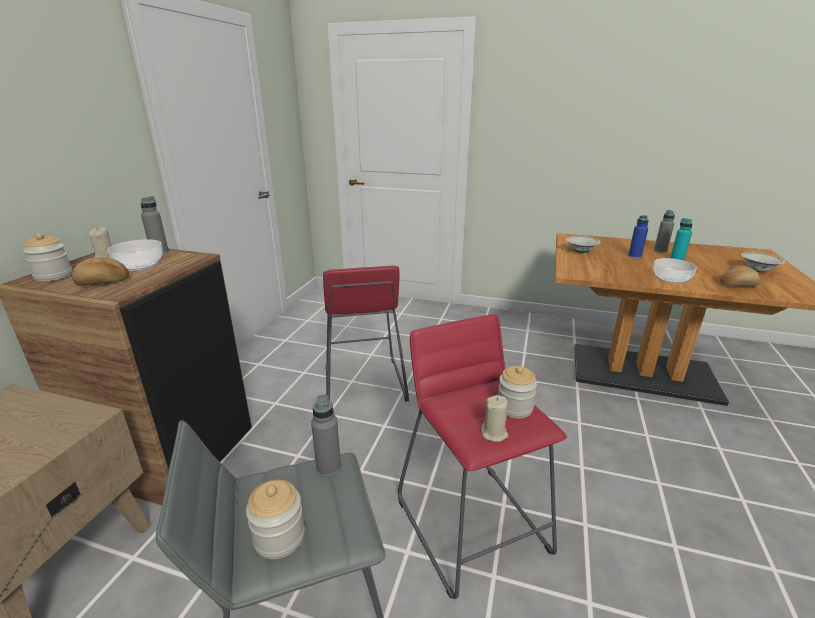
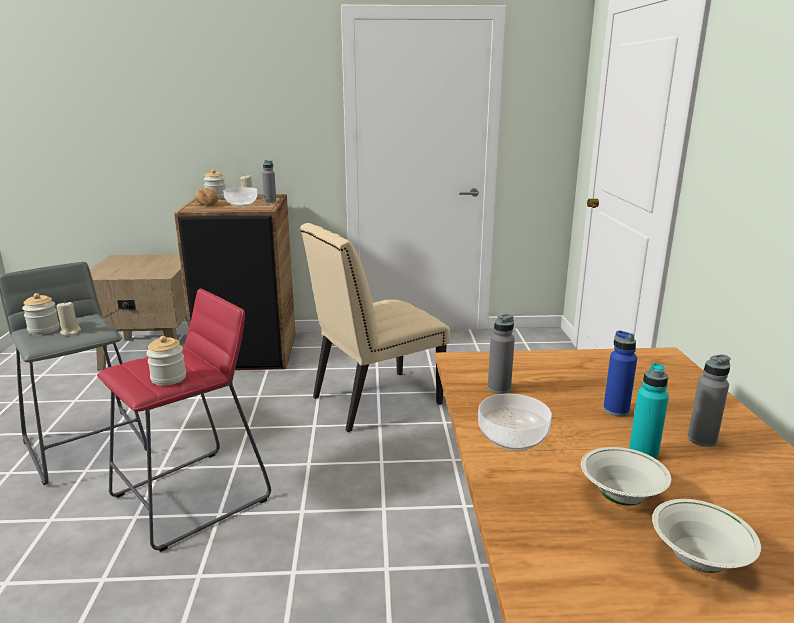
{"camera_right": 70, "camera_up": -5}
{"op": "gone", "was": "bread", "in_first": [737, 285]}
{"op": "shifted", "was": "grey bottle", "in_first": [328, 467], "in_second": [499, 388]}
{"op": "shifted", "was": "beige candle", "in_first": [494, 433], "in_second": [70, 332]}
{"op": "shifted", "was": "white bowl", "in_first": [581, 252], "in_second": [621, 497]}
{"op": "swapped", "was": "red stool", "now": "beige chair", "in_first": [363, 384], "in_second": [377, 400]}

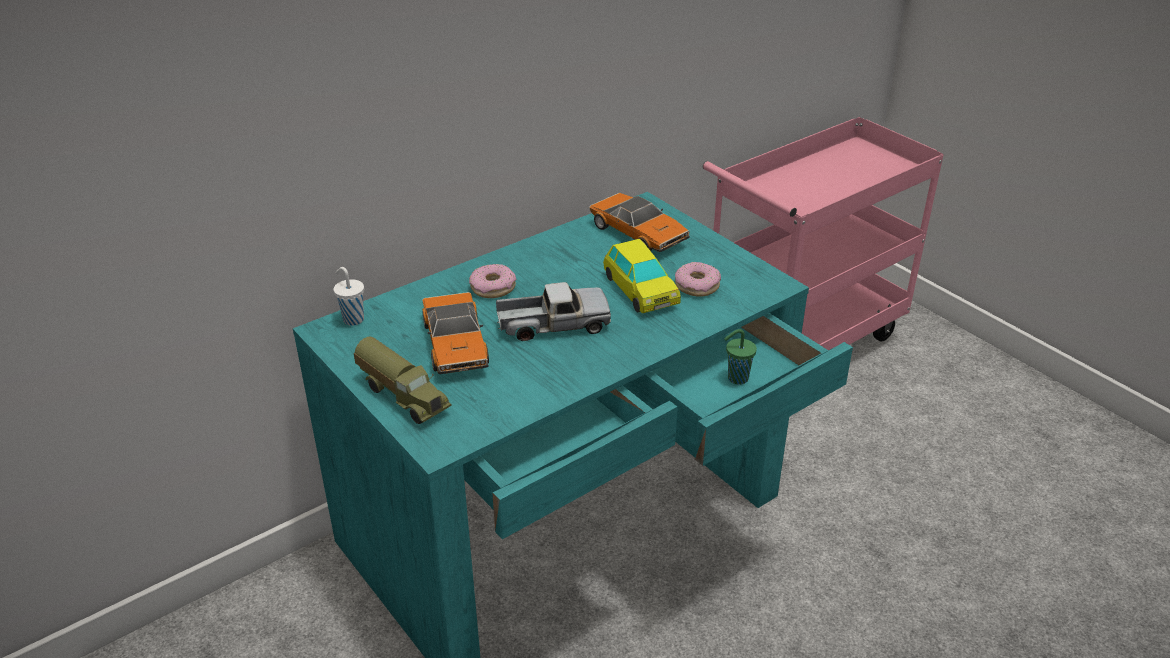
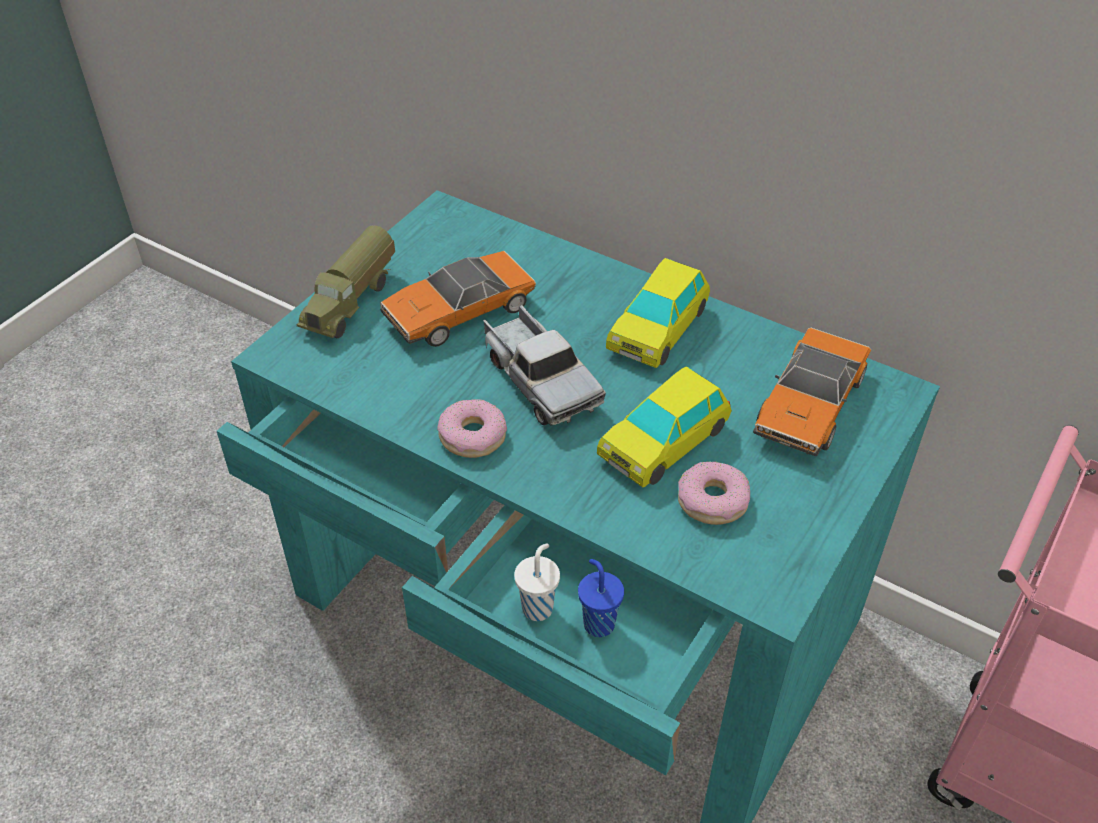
{"camera_right": 70, "camera_up": 10}
{"op": "new", "now": "toy car", "in_second": [657, 330]}
{"op": "shifted", "was": "white cup", "in_first": [352, 319], "in_second": [538, 607]}
{"op": "shifted", "was": "donut", "in_first": [493, 287], "in_second": [472, 436]}
{"op": "repainted", "was": "green cup", "now": "blue cup", "in_first": [736, 378], "in_second": [598, 622]}

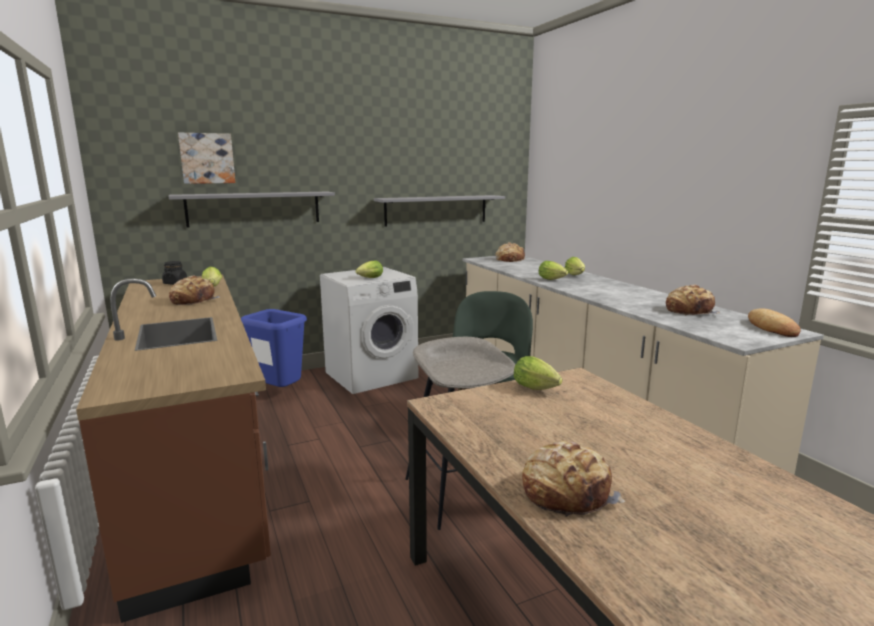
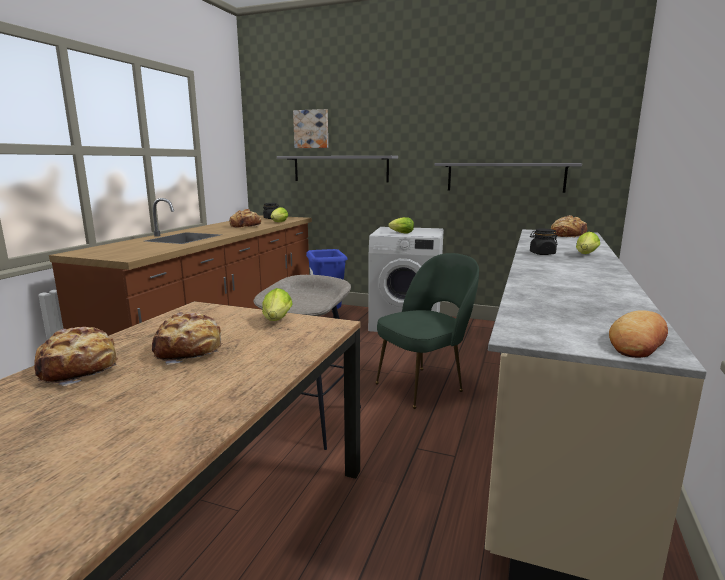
{"camera_right": 45, "camera_up": 0}
{"op": "shifted", "was": "bread", "in_first": [689, 310], "in_second": [189, 351]}
{"op": "swapped", "was": "lettuce", "now": "black jar", "in_first": [553, 280], "in_second": [542, 253]}

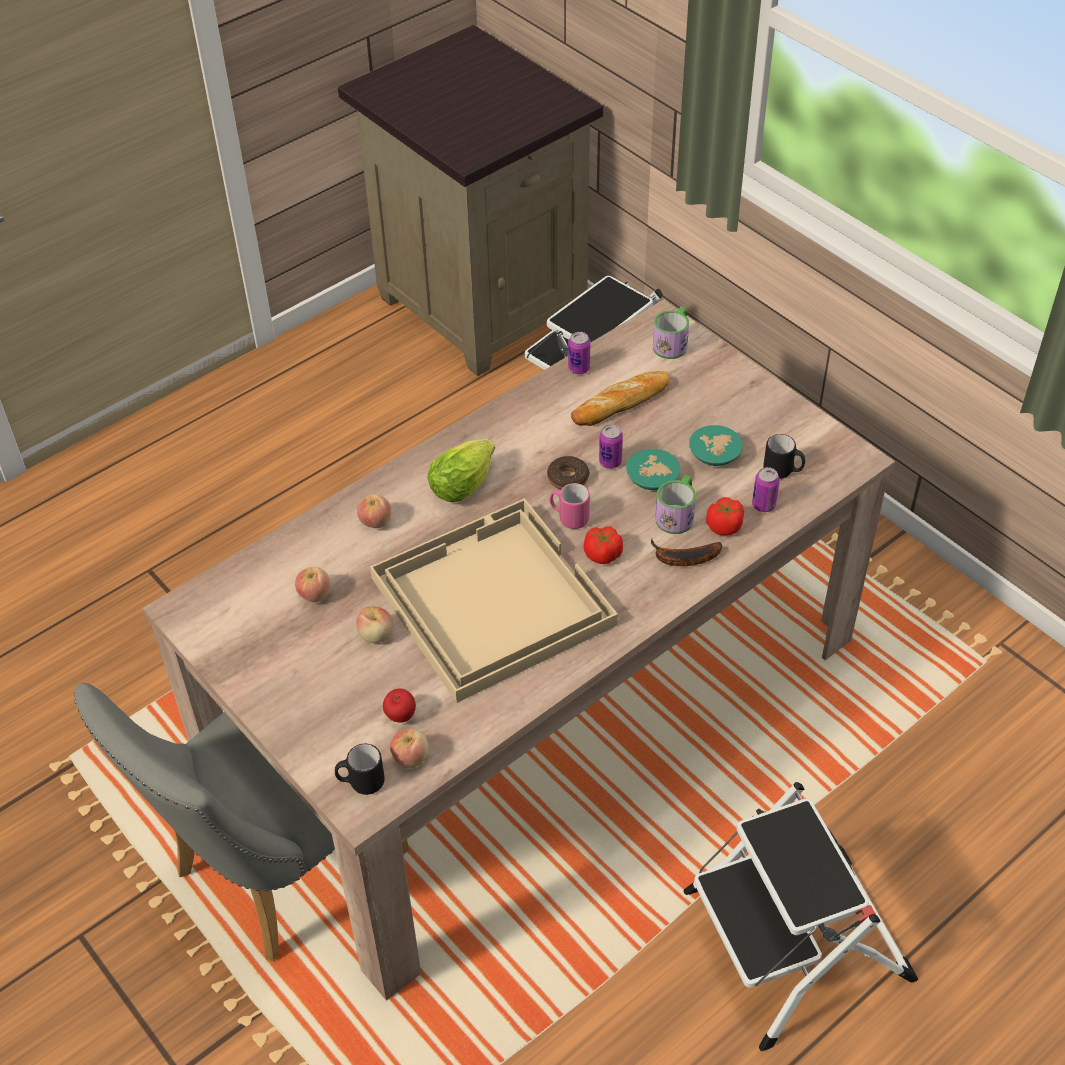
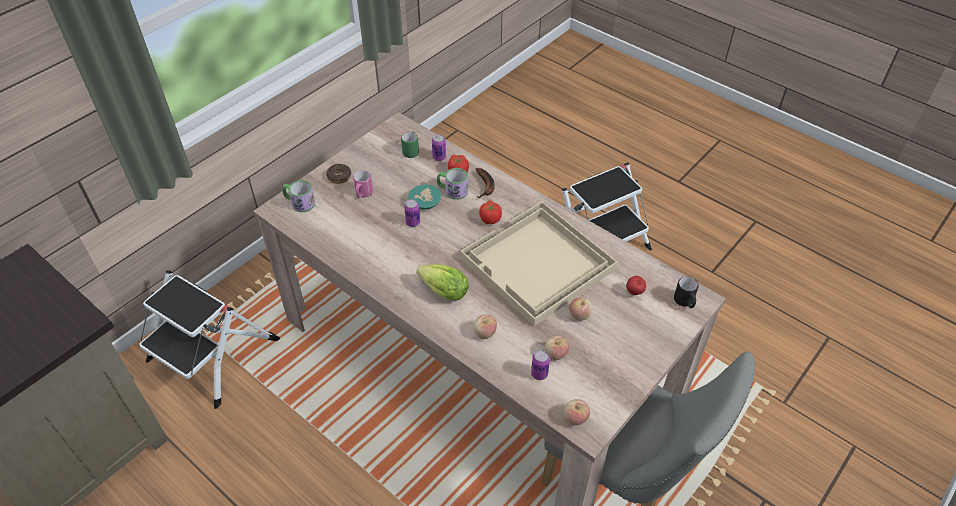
{"camera_right": -100, "camera_up": 0}
{"op": "gone", "was": "bread", "in_first": [621, 403]}
{"op": "gone", "was": "turquoise bowl", "in_first": [716, 454]}
{"op": "shifted", "was": "apple", "in_first": [410, 757], "in_second": [575, 418]}
{"op": "shifted", "was": "donut", "in_first": [568, 478], "in_second": [339, 176]}
{"op": "shifted", "was": "pink mug", "in_first": [569, 517], "in_second": [363, 194]}
{"op": "shifted", "was": "can", "in_first": [579, 368], "in_second": [539, 374]}
{"op": "repainted", "was": "black mug", "now": "green mug", "in_first": [782, 471], "in_second": [411, 151]}

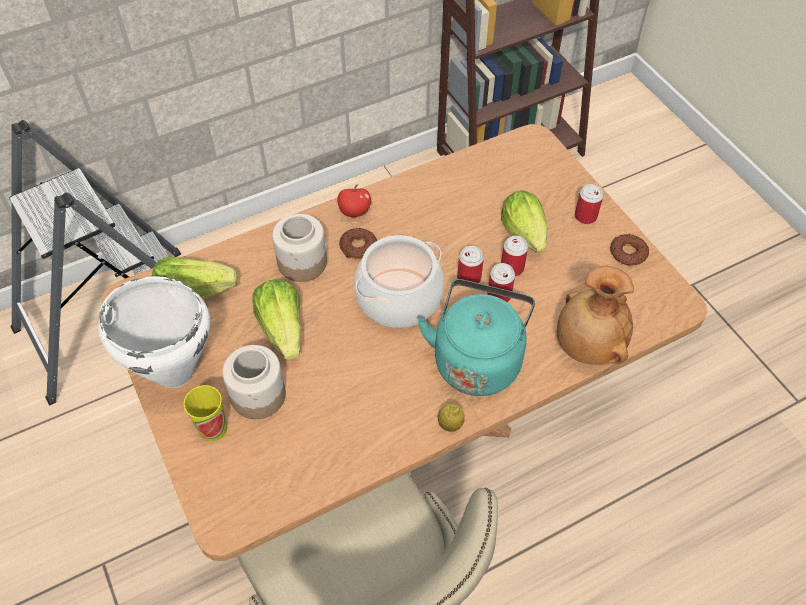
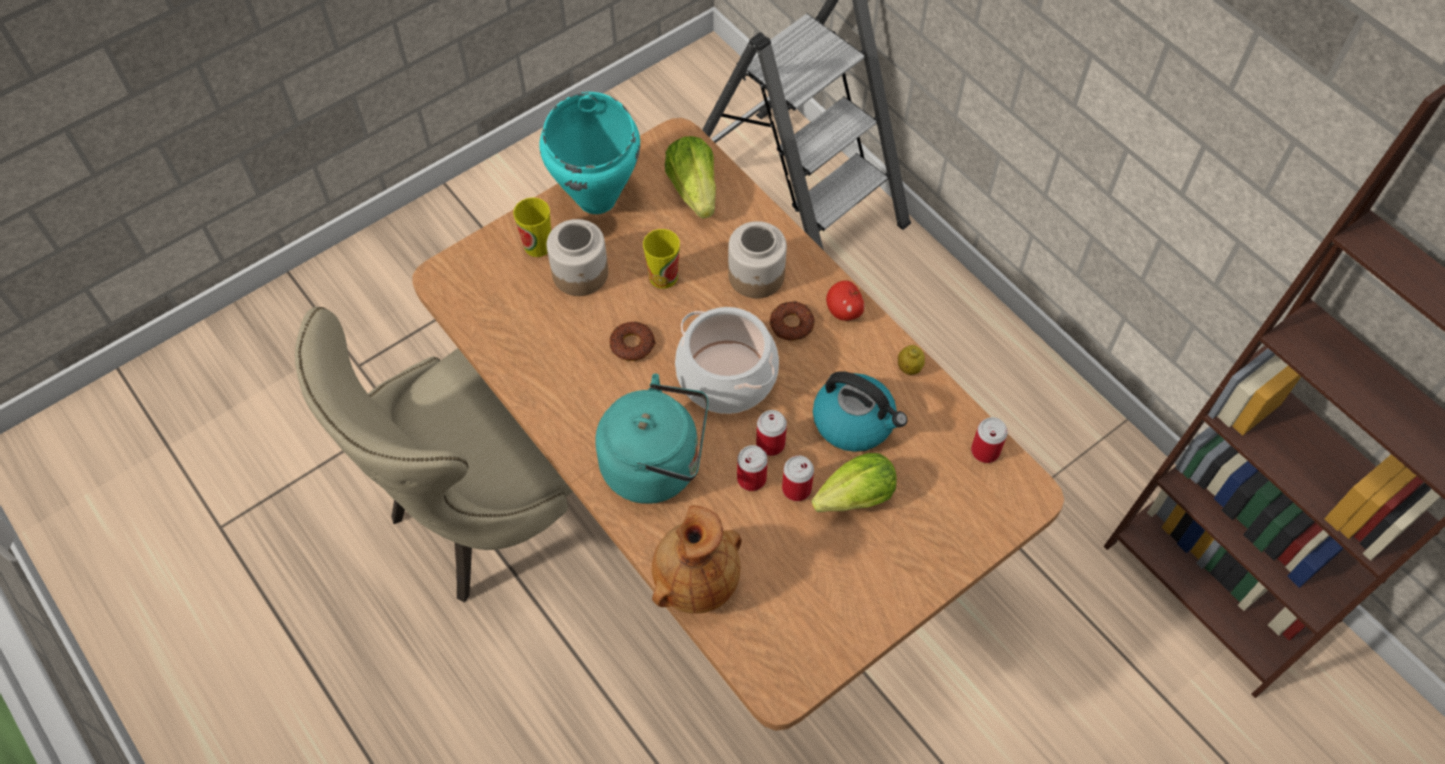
{"camera_right": 80, "camera_up": 5}
{"op": "new", "now": "kettle", "in_second": [855, 422]}
{"op": "shifted", "was": "lemon", "in_first": [450, 424], "in_second": [909, 368]}
{"op": "shifted", "was": "can", "in_first": [585, 216], "in_second": [985, 451]}
{"op": "shifted", "was": "donut", "in_first": [628, 253], "in_second": [632, 344]}
{"op": "swapped", "was": "lettuce", "now": "cup", "in_first": [282, 329], "in_second": [663, 276]}
{"op": "repainted", "was": "white cooking pot", "now": "turquoise cooking pot", "in_first": [174, 370], "in_second": [597, 198]}

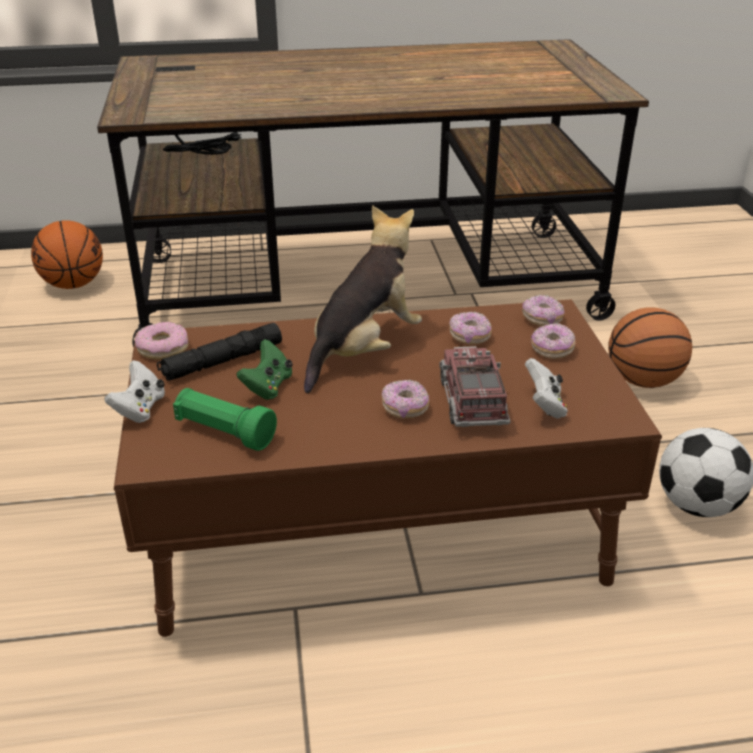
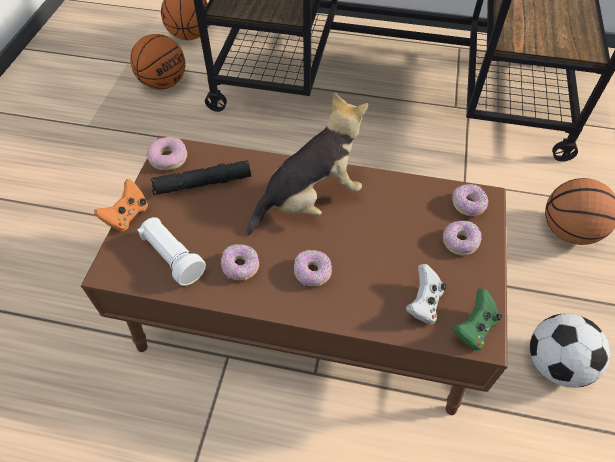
{"camera_right": 20, "camera_up": 20}
{"op": "gone", "was": "toy truck", "in_first": [472, 401]}
{"op": "new", "now": "basketball", "in_second": [163, 83]}
{"op": "shifted", "was": "green game controller", "in_first": [268, 386], "in_second": [473, 328]}
{"op": "shifted", "was": "donut", "in_first": [469, 337], "in_second": [240, 267]}
{"op": "repainted", "was": "white game controller", "now": "orange game controller", "in_first": [140, 409], "in_second": [127, 216]}
{"op": "repainted", "was": "green flashlight", "now": "white flashlight", "in_first": [224, 432], "in_second": [173, 257]}

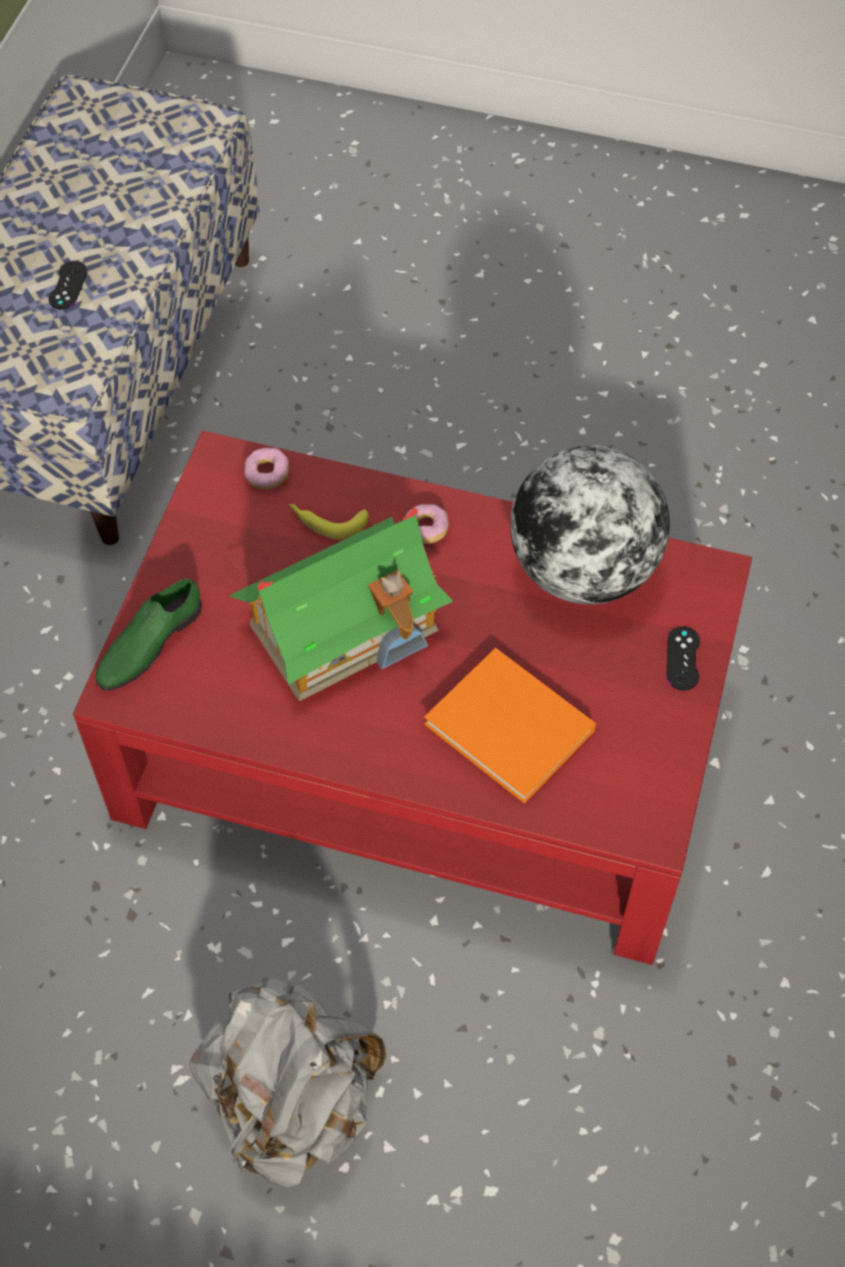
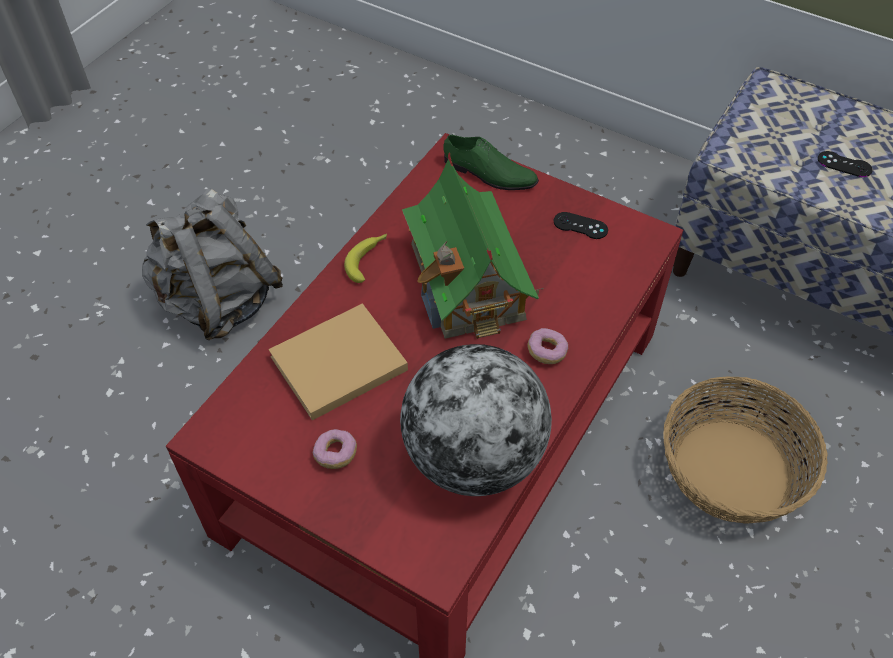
{"camera_right": 105, "camera_up": -5}
{"op": "new", "now": "basket", "in_second": [732, 471]}
{"op": "shifted", "was": "donut", "in_first": [267, 475], "in_second": [335, 454]}
{"op": "shifted", "was": "banana", "in_first": [327, 521], "in_second": [368, 260]}
{"op": "shifted", "was": "black game controller", "in_first": [683, 658], "in_second": [580, 226]}
{"op": "repainted", "was": "orange book", "now": "beige book", "in_first": [513, 730], "in_second": [335, 365]}
{"op": "rotated", "was": "green shoe", "in_first": [148, 642], "in_second": [489, 173], "clockwise": 150}

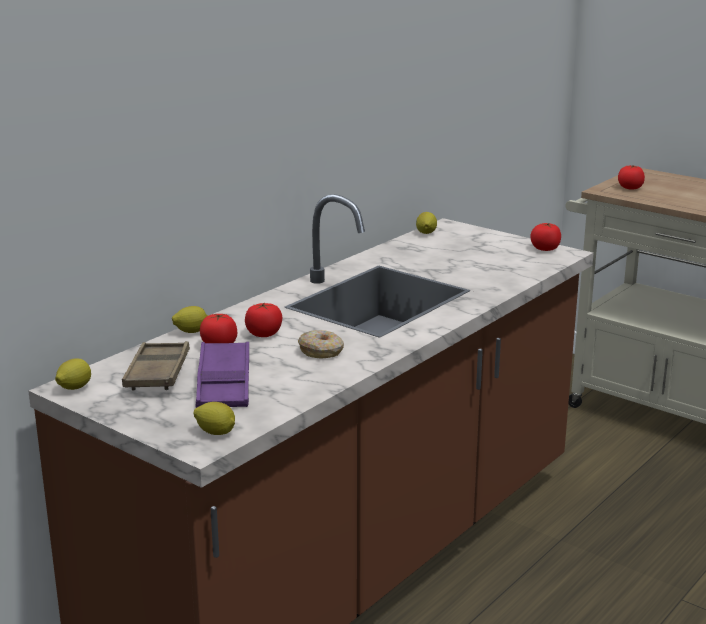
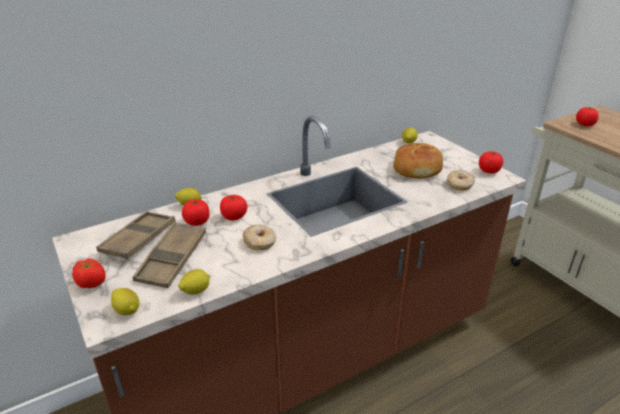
{"camera_right": 20, "camera_up": 10}
{"op": "new", "now": "tomato", "in_second": [92, 283]}
{"op": "new", "now": "bread", "in_second": [417, 168]}
{"op": "new", "now": "donut", "in_second": [459, 185]}
{"op": "shifted", "was": "lemon", "in_first": [74, 388], "in_second": [195, 291]}
{"op": "repainted", "was": "purple tray", "now": "brown tray", "in_first": [224, 383], "in_second": [172, 259]}

